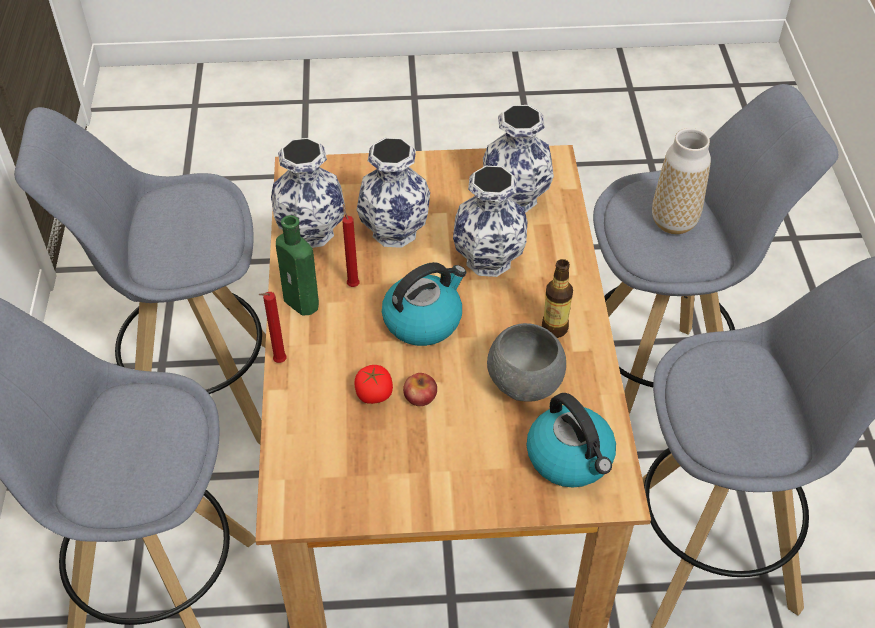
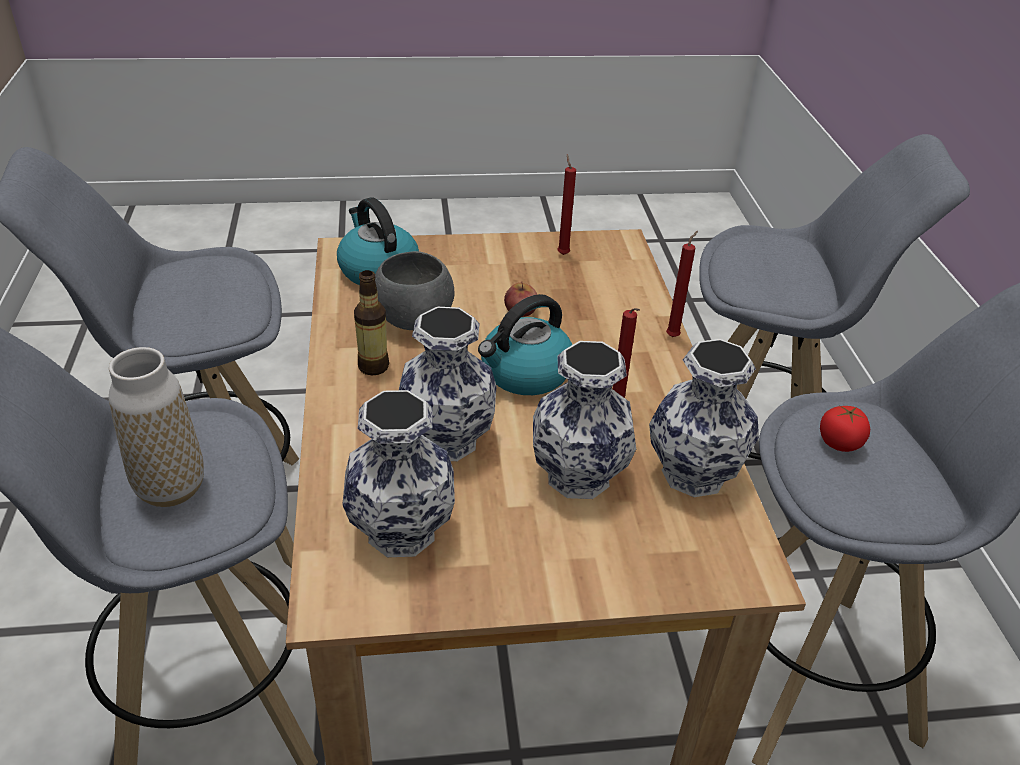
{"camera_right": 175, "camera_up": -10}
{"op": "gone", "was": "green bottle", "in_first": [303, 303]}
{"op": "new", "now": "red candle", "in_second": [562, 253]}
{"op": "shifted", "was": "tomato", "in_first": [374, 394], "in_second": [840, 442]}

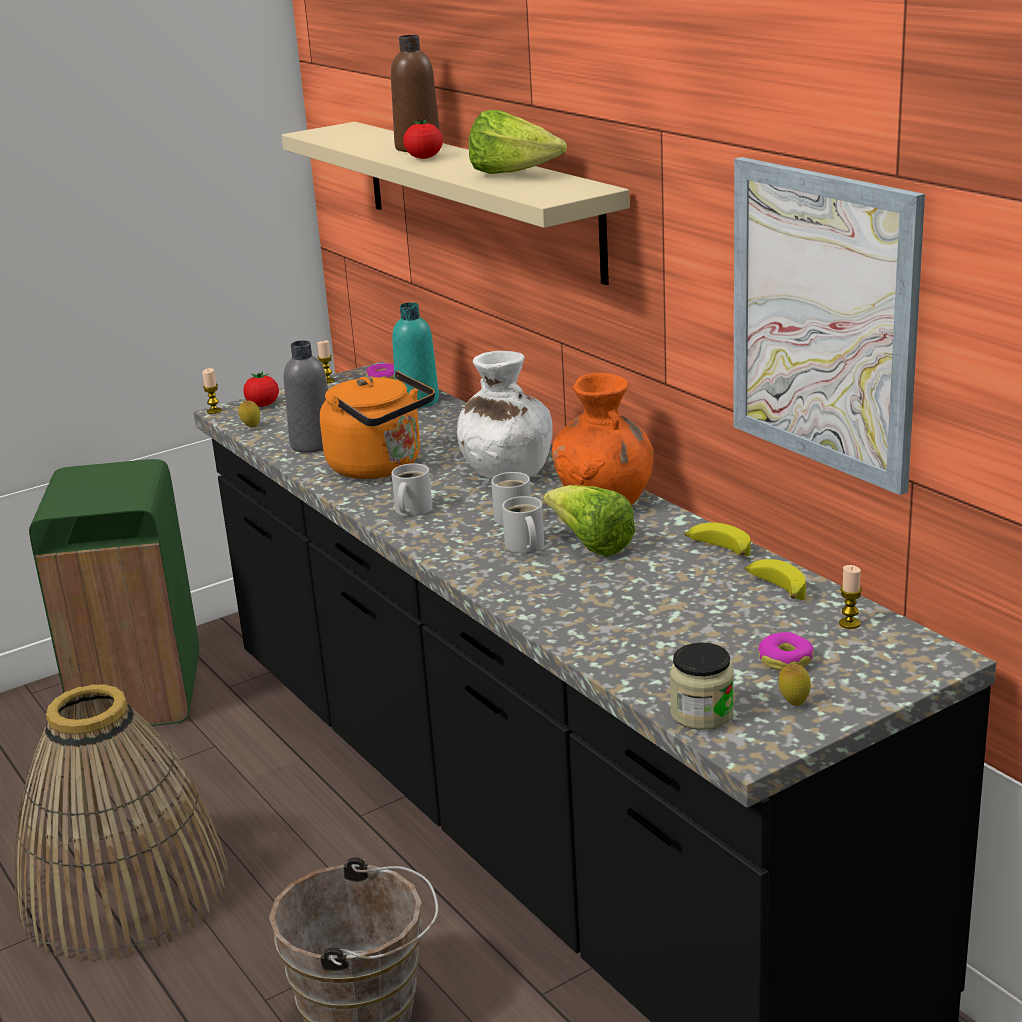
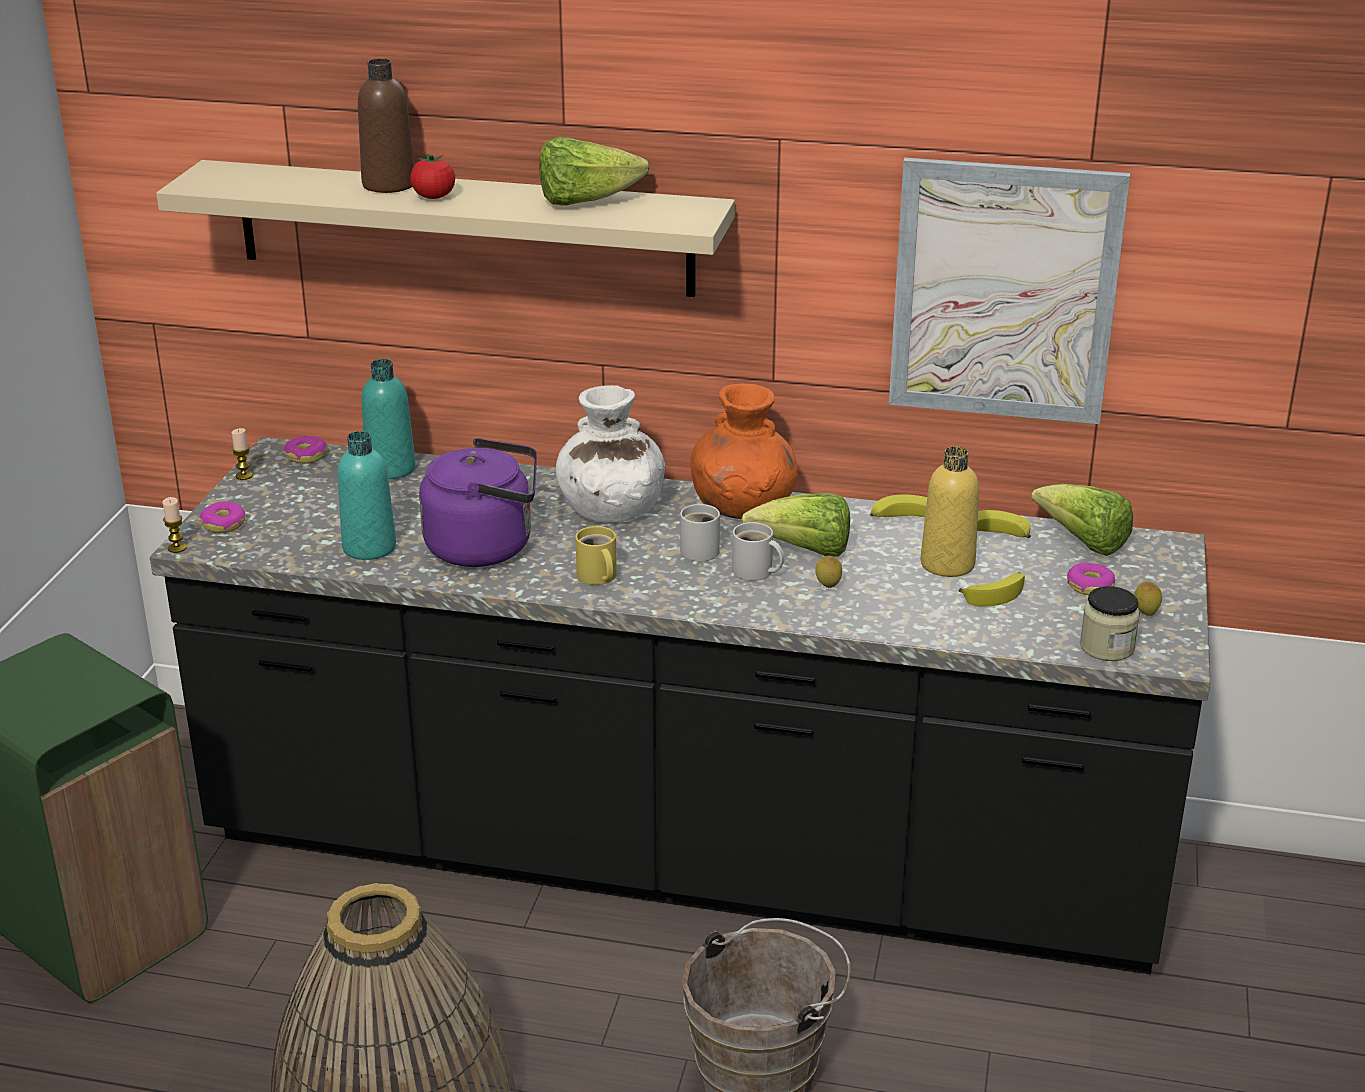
{"camera_right": -45, "camera_up": 5}
{"op": "new", "now": "yellow bottle", "in_second": [947, 564]}
{"op": "new", "now": "banana", "in_second": [995, 594]}
{"op": "shifted", "was": "lemon", "in_first": [251, 427], "in_second": [828, 587]}
{"op": "swapped", "was": "tomato", "now": "donut", "in_first": [263, 405], "in_second": [223, 524]}
{"op": "swapped", "was": "candle", "now": "lettuce", "in_first": [849, 623], "in_second": [1083, 542]}
{"op": "repainted", "was": "grey bottle", "now": "turquoise bottle", "in_first": [313, 444], "in_second": [369, 547]}
{"op": "repainted", "was": "orange kettle", "now": "purple kettle", "in_first": [380, 467], "in_second": [486, 547]}
{"op": "repainted", "was": "white mug", "now": "yellow mug", "in_first": [411, 510], "in_second": [597, 577]}

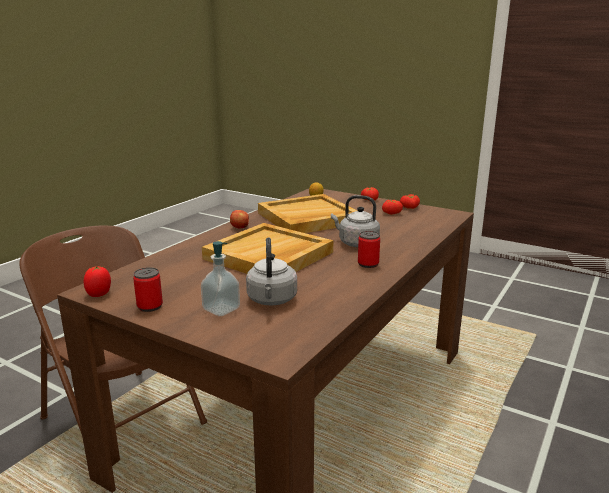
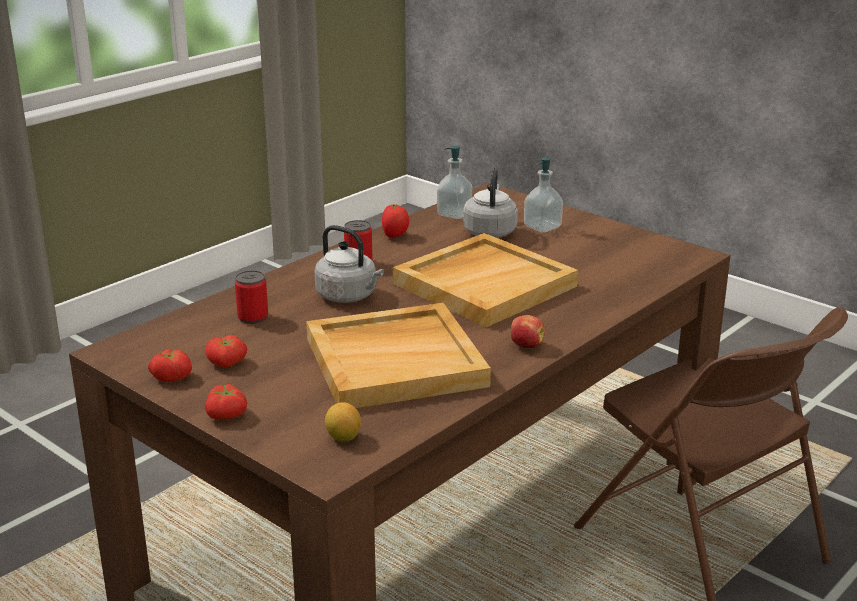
{"camera_right": -170, "camera_up": 5}
{"op": "new", "now": "soap dispenser", "in_second": [454, 214]}
{"op": "shifted", "was": "tomato", "in_first": [99, 294], "in_second": [395, 236]}
{"op": "shifted", "was": "can", "in_first": [150, 306], "in_second": [253, 317]}

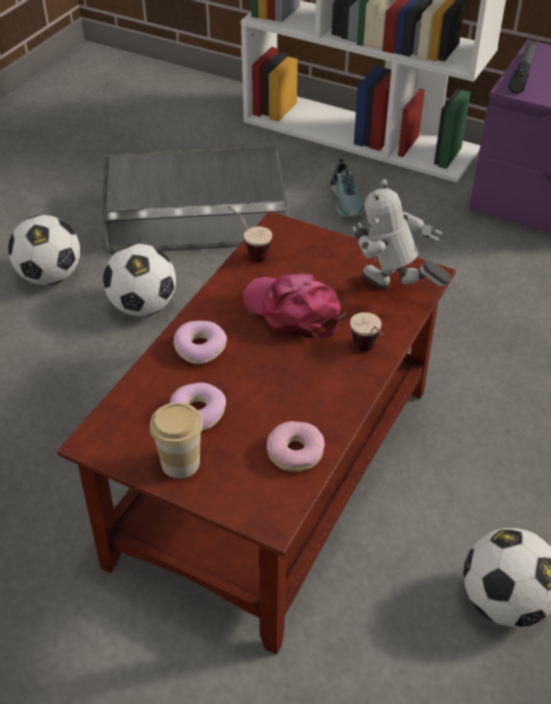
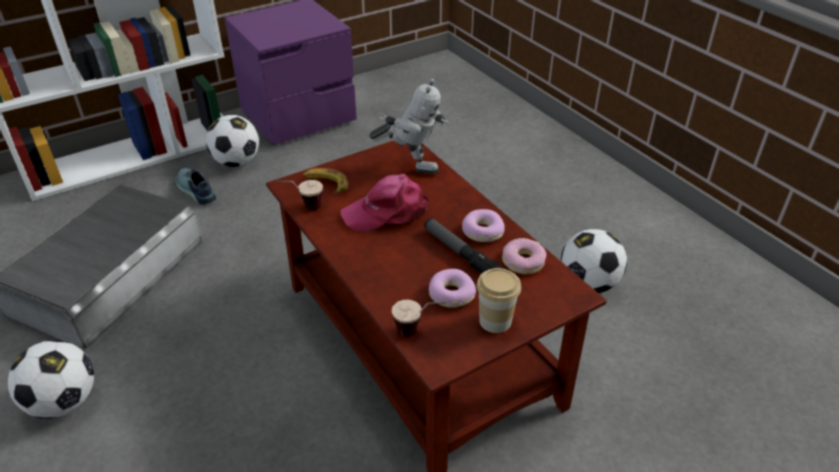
{"camera_right": -60, "camera_up": -5}
{"op": "new", "now": "banana", "in_second": [326, 184]}
{"op": "shifted", "was": "football", "in_first": [143, 306], "in_second": [237, 162]}
{"op": "shifted", "was": "donut", "in_first": [200, 348], "in_second": [482, 231]}
{"op": "shifted", "was": "cup", "in_first": [368, 353], "in_second": [418, 332]}
{"op": "shifted", "was": "flashlight", "in_first": [523, 72], "in_second": [461, 255]}
{"op": "rotated", "was": "shoe", "in_first": [348, 200], "in_second": [195, 191], "clockwise": -150}
{"op": "rotated", "was": "toy robot", "in_first": [392, 294], "in_second": [411, 165], "clockwise": -135}

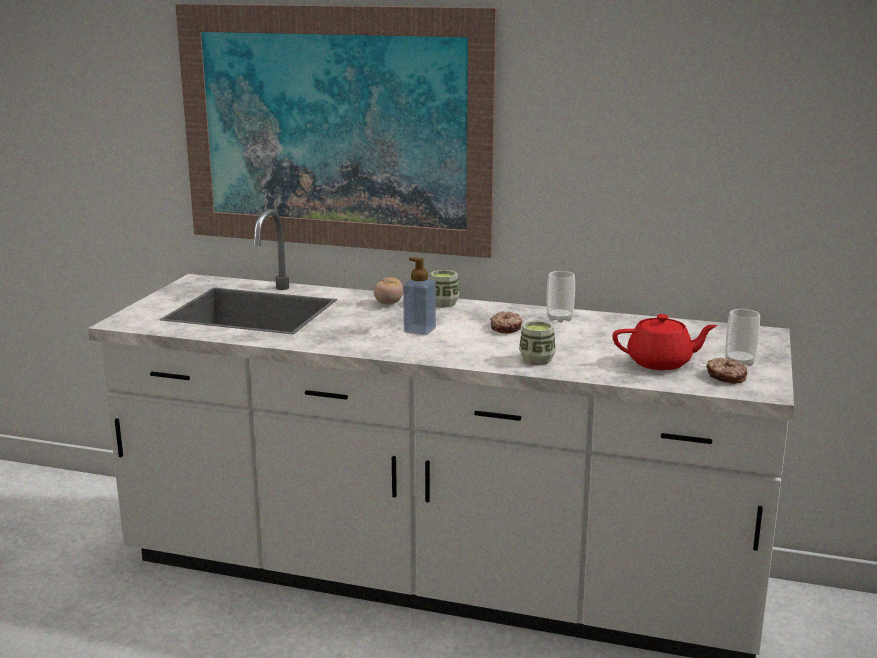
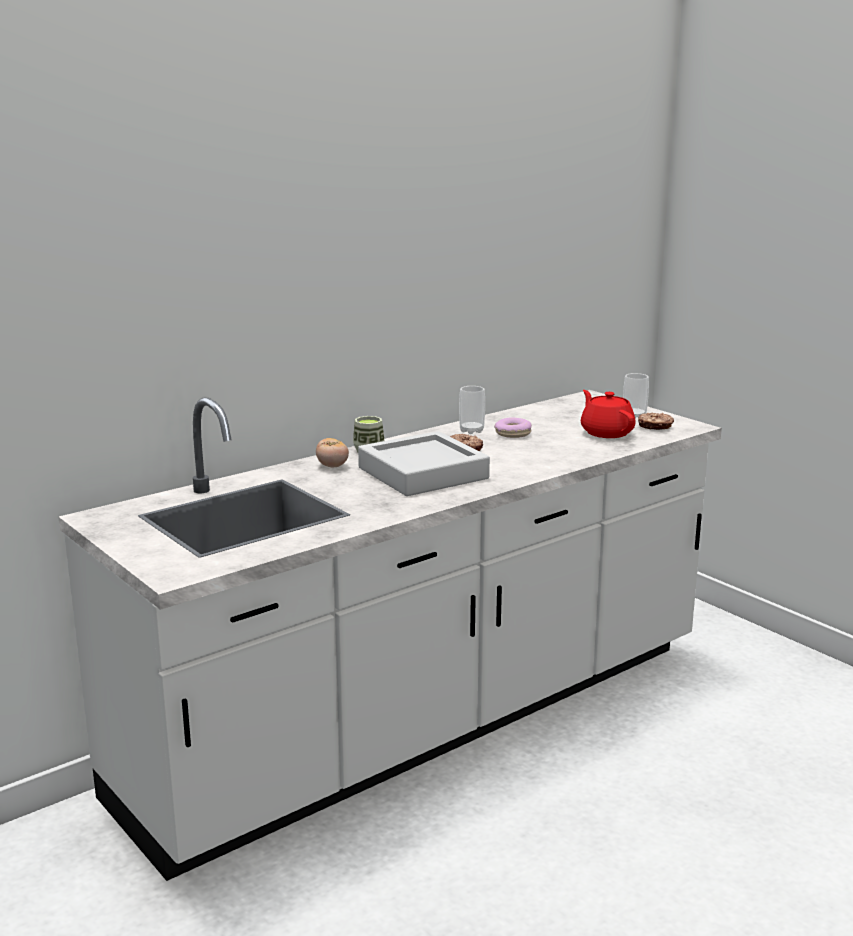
{"camera_right": -55, "camera_up": 0}
{"op": "gone", "was": "picture", "in_first": [334, 129]}
{"op": "gone", "was": "cup", "in_first": [536, 360]}
{"op": "new", "now": "donut", "in_second": [513, 433]}
{"op": "swapped", "was": "soap dispenser", "now": "grey tray", "in_first": [419, 330], "in_second": [423, 473]}
{"op": "rotated", "was": "red teapot", "in_first": [660, 363], "in_second": [606, 432], "clockwise": -60}

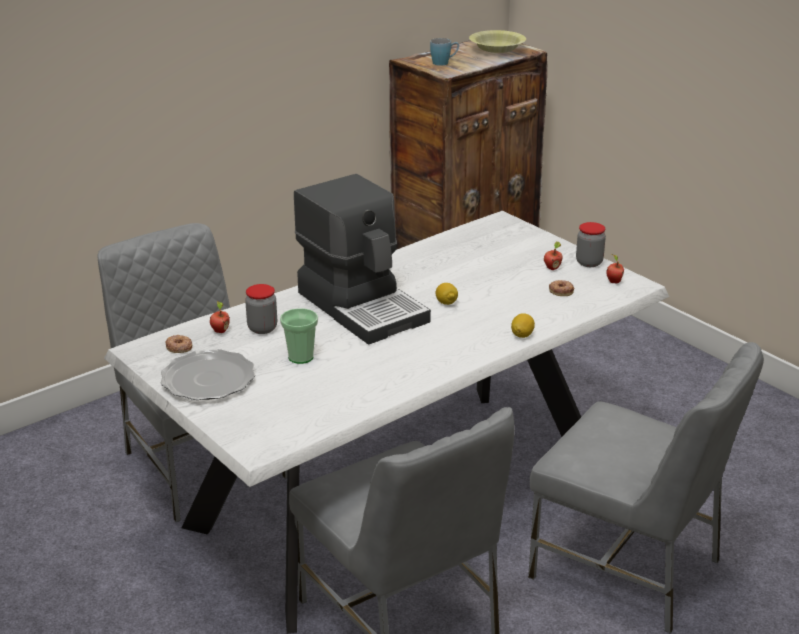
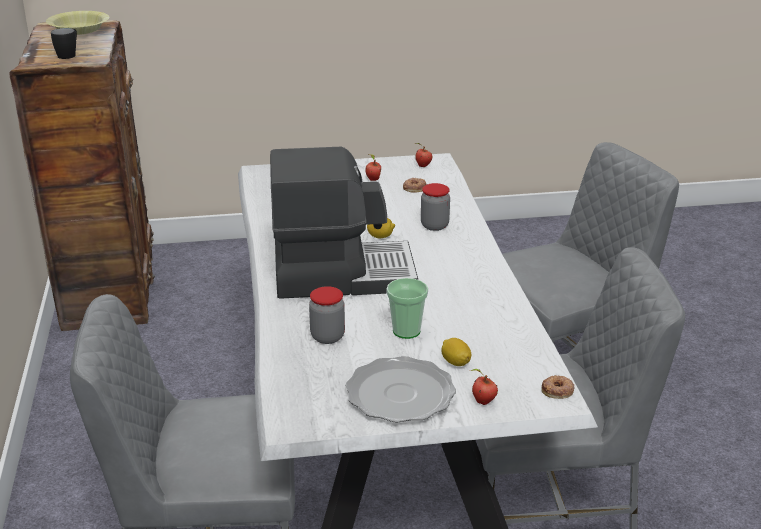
{"camera_right": -60, "camera_up": 0}
{"op": "shifted", "was": "donut", "in_first": [179, 347], "in_second": [558, 390]}
{"op": "shifted", "was": "apple", "in_first": [220, 331], "in_second": [482, 401]}
{"op": "shifted", "was": "lemon", "in_first": [522, 335], "in_second": [455, 362]}
{"op": "shifted", "was": "jar", "in_first": [589, 262], "in_second": [434, 226]}
{"op": "repainted", "was": "blue mug", "now": "black mug", "in_first": [444, 62], "in_second": [69, 54]}

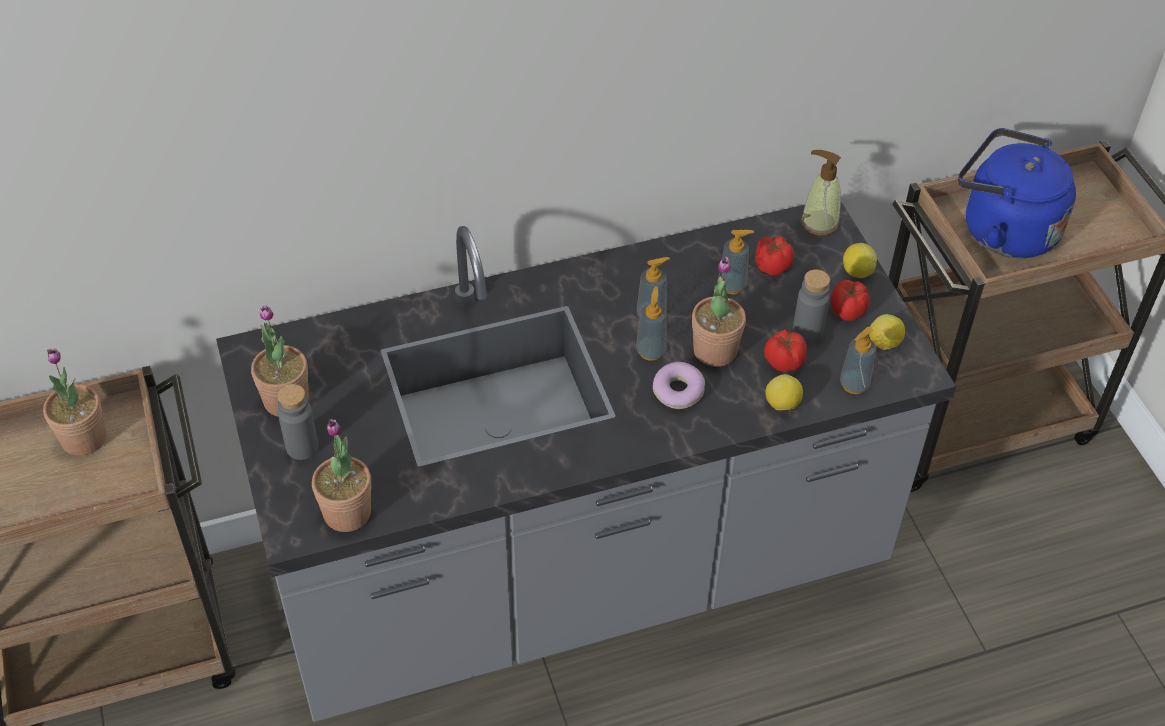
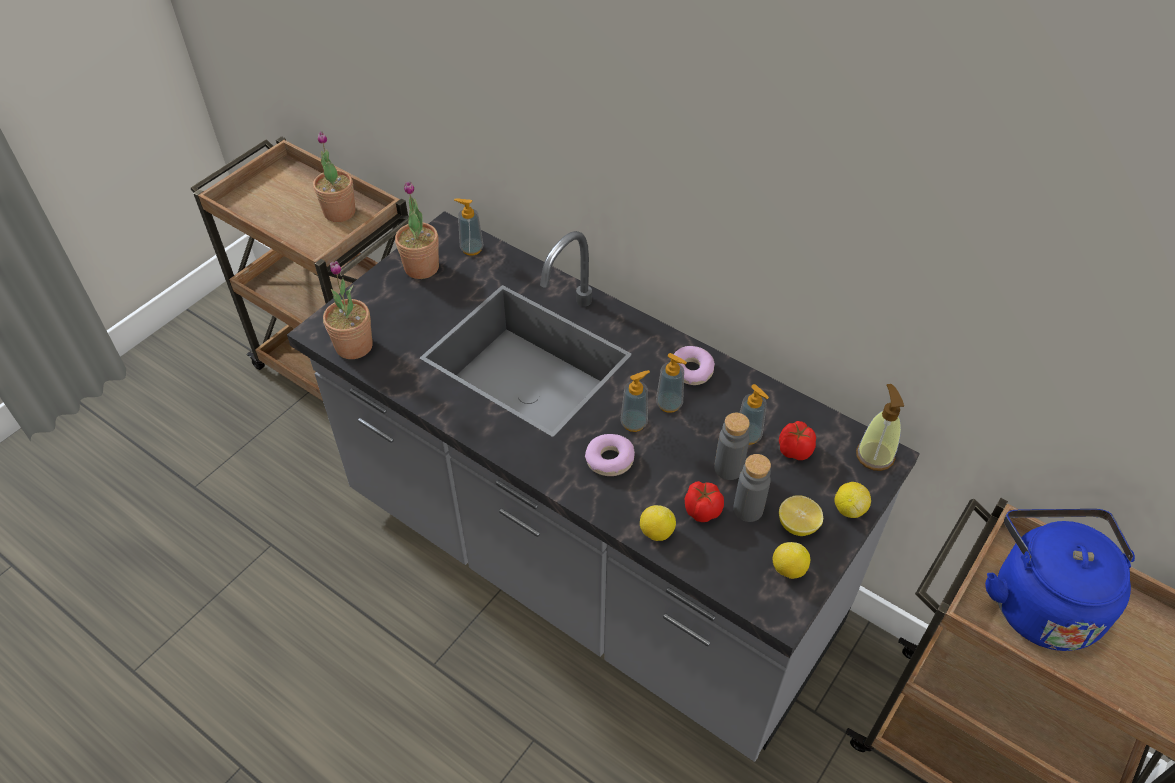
{"camera_right": 55, "camera_up": 0}
{"op": "gone", "was": "potted plant", "in_first": [715, 351]}
{"op": "new", "now": "donut", "in_second": [691, 371]}
{"op": "shifted", "was": "grey bottle", "in_first": [302, 447], "in_second": [728, 468]}
{"op": "shifted", "was": "soap dispenser", "in_first": [854, 384], "in_second": [471, 249]}
{"op": "swapped", "was": "tomato", "now": "lemon", "in_first": [847, 312], "in_second": [797, 525]}

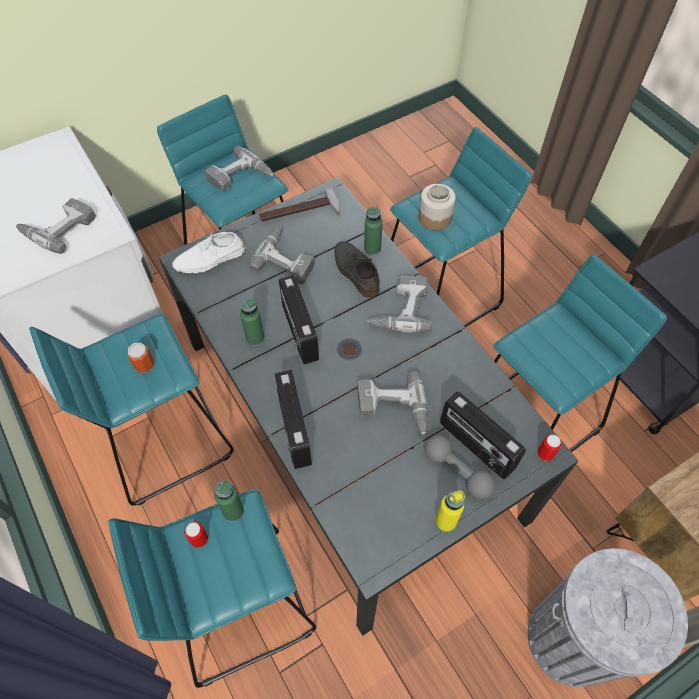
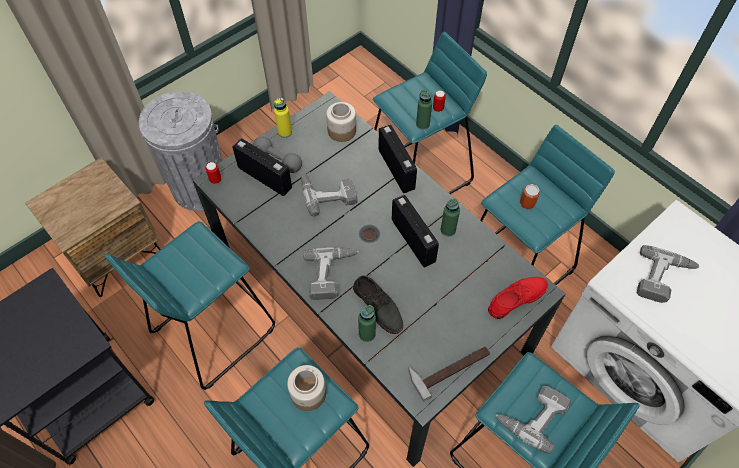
{"camera_right": 170, "camera_up": 0}
{"op": "gone", "was": "power drill", "in_first": [287, 259]}
{"op": "new", "now": "jar", "in_second": [341, 131]}
{"op": "repainted", "was": "white shoe", "now": "red shoe", "in_first": [210, 259], "in_second": [517, 298]}

